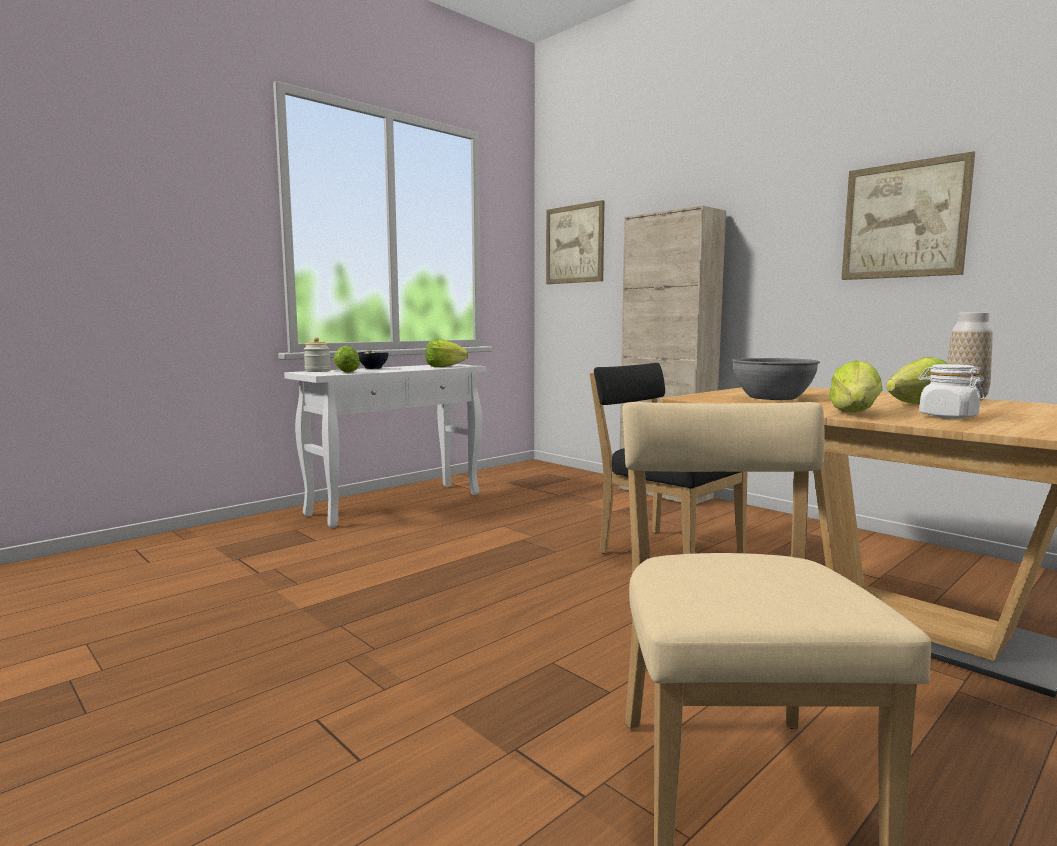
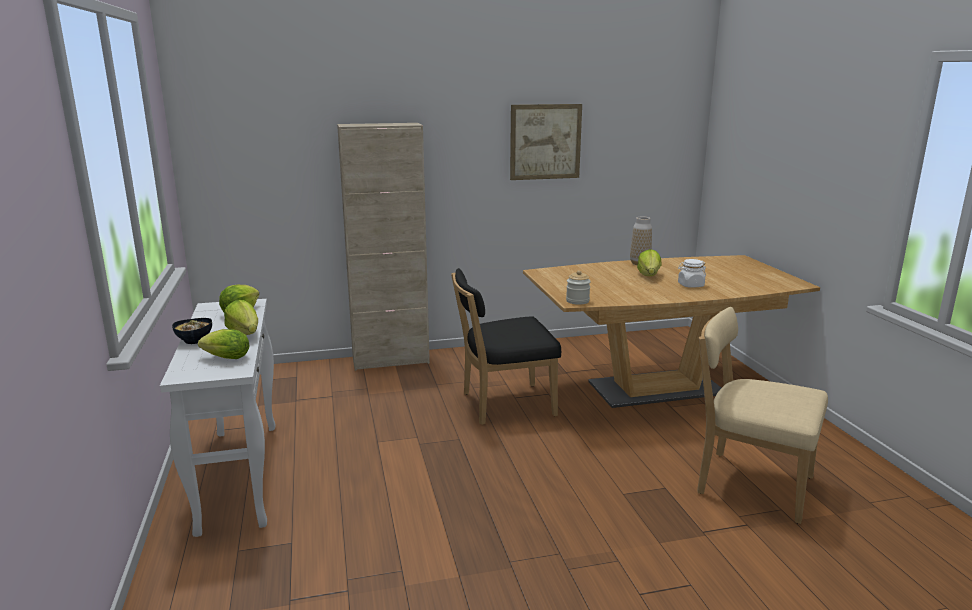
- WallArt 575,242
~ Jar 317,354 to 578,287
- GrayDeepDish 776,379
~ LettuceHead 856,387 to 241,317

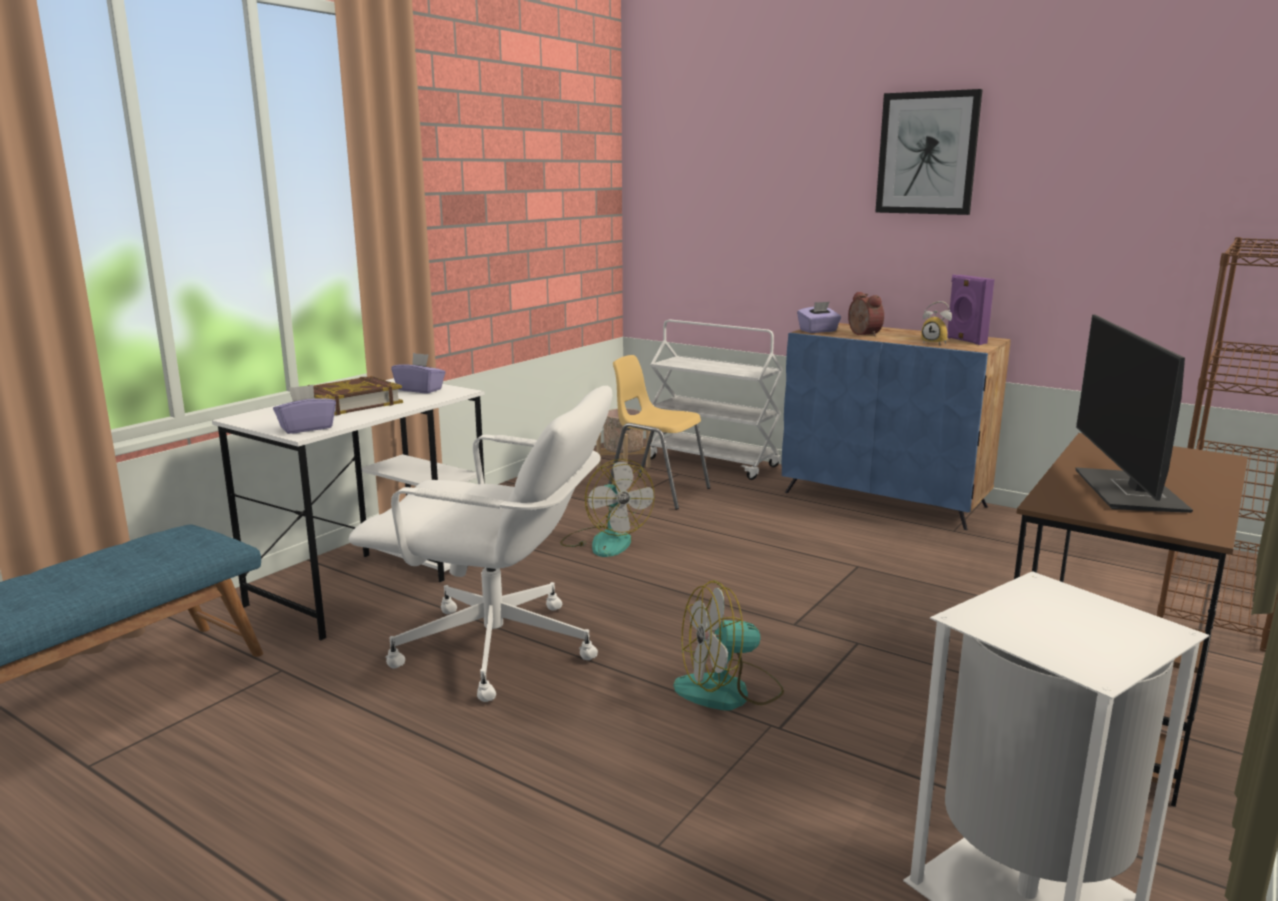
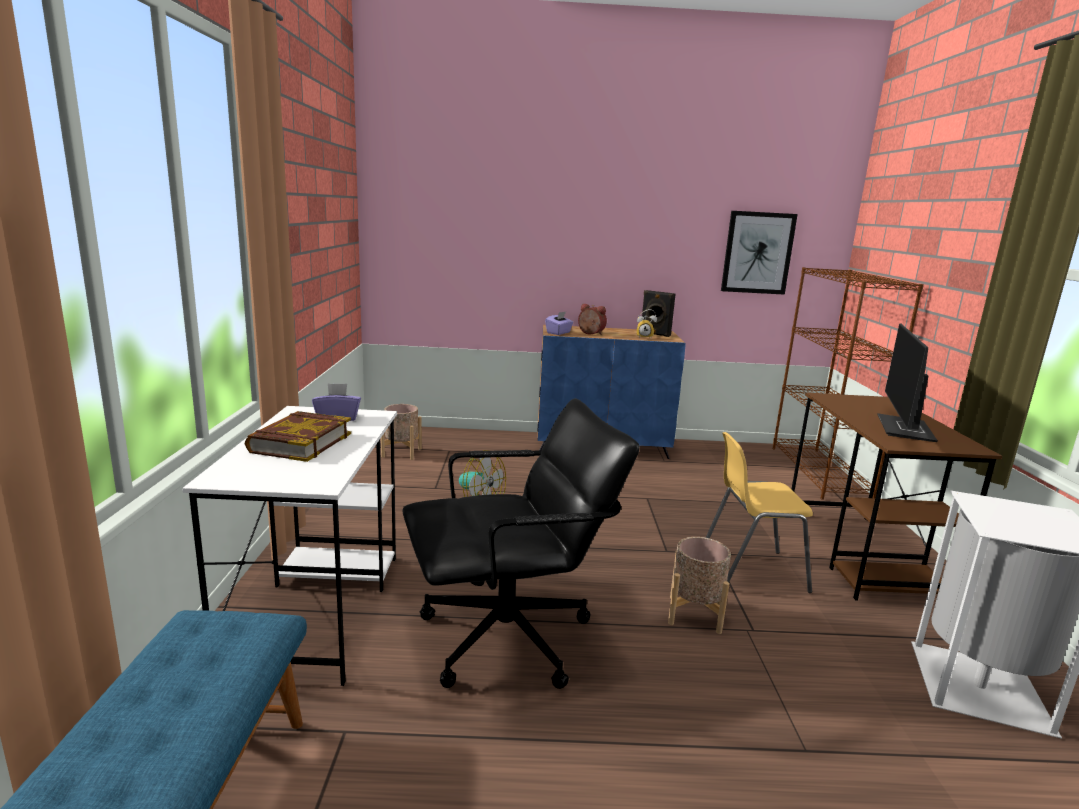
~ WallArt 929,152 to 759,253
~ PurpleColouredSpeaker 970,309 to BlackishSpeaker 659,313
~ ComputerDisplay 1134,414 = 908,382 45 degrees clockwise
- WhiteCart 716,400
~ YellowChair 659,432 to 759,512
- PurpleColouredTissueHolder 304,409
~ WhiteDeskChair 480,544 to BlackishDeskChair 521,543
~ CoolingFan 729,645 to BeigeColouredFlowerPot 699,585

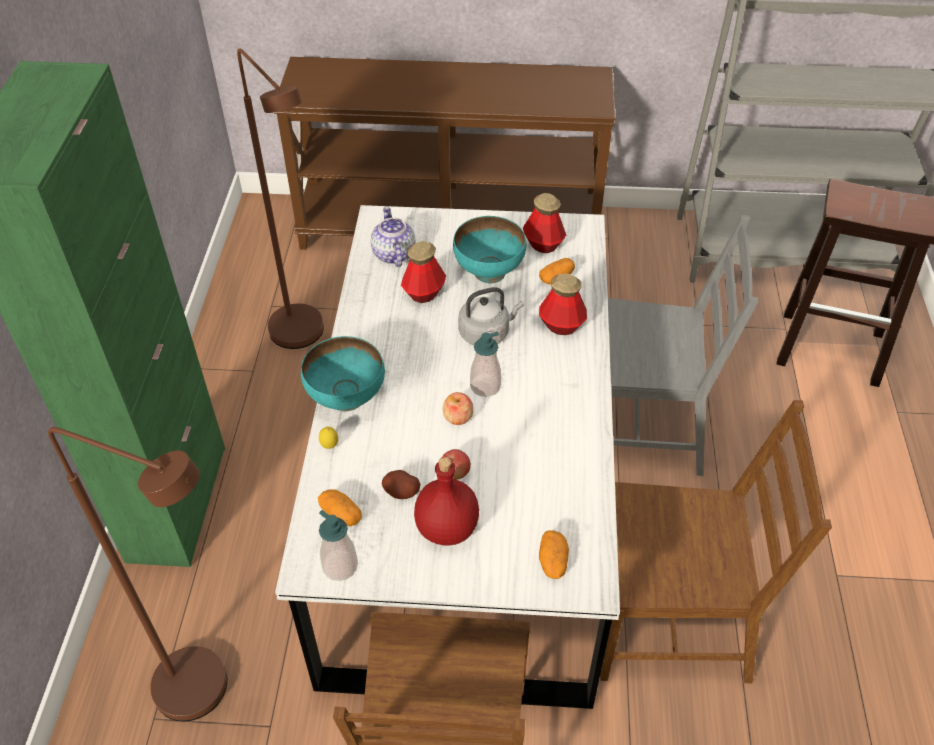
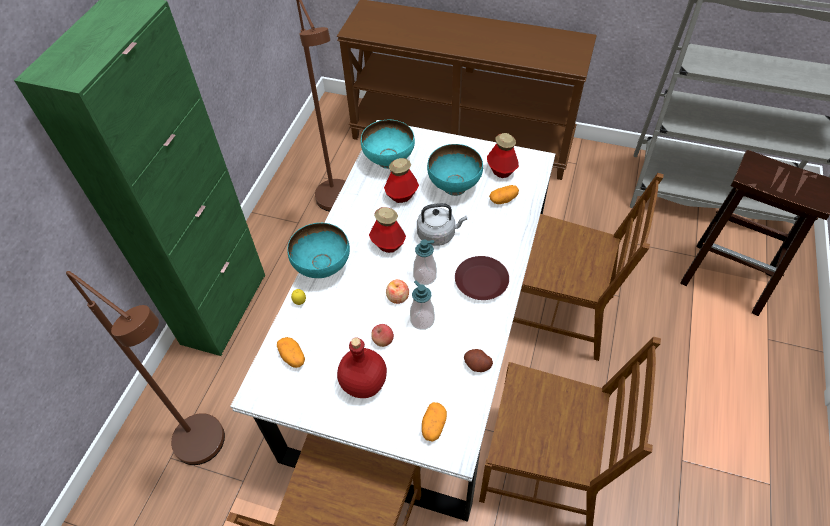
~ PotForTea 393,236 to TurquoiseColouredDeepDish 388,144
~ GrayChair 683,345 to BrownColouredChair 588,267
~ DrinkBottle 563,304 to 387,230
~ Potato 401,484 to 478,360
~ LiquidSoapBottle 338,545 to 422,305
+ BrownColouredPlate 482,278

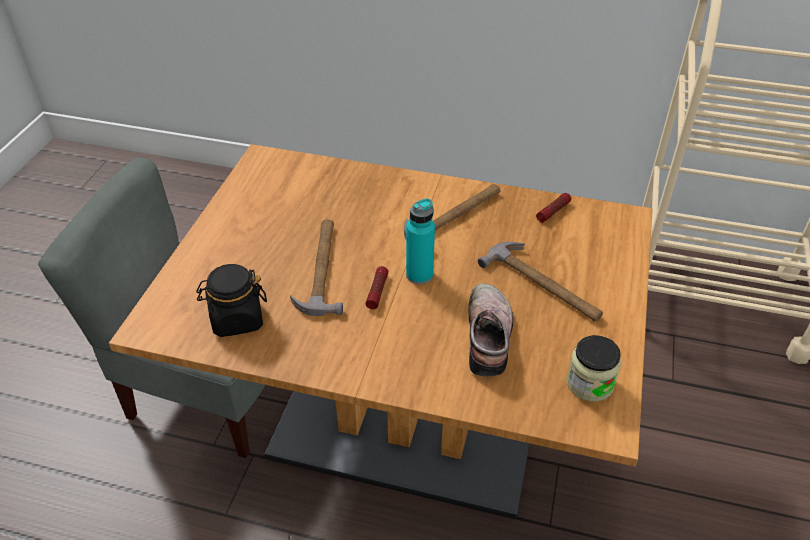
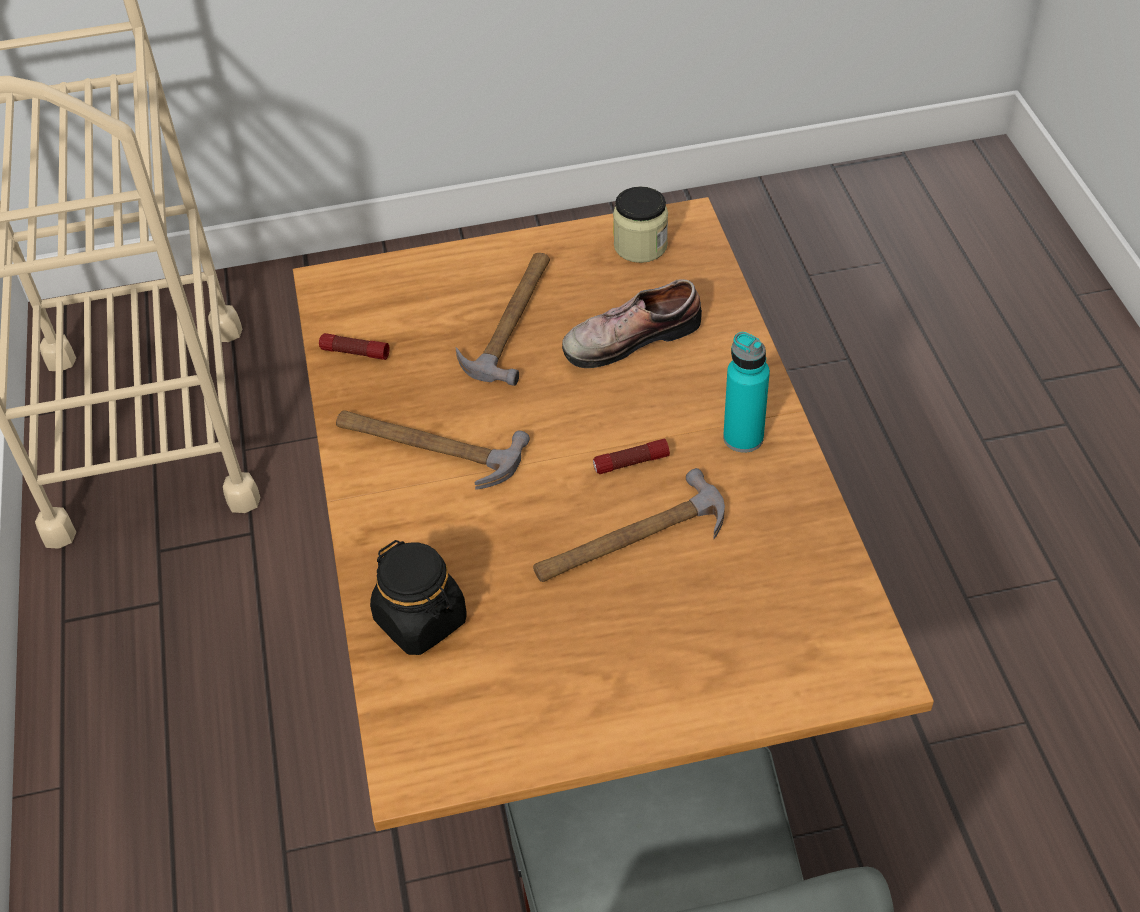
~ TurquoiseColouredDrinkBottle 420,241 to 746,392
~ BlackishJar 231,300 to 418,597

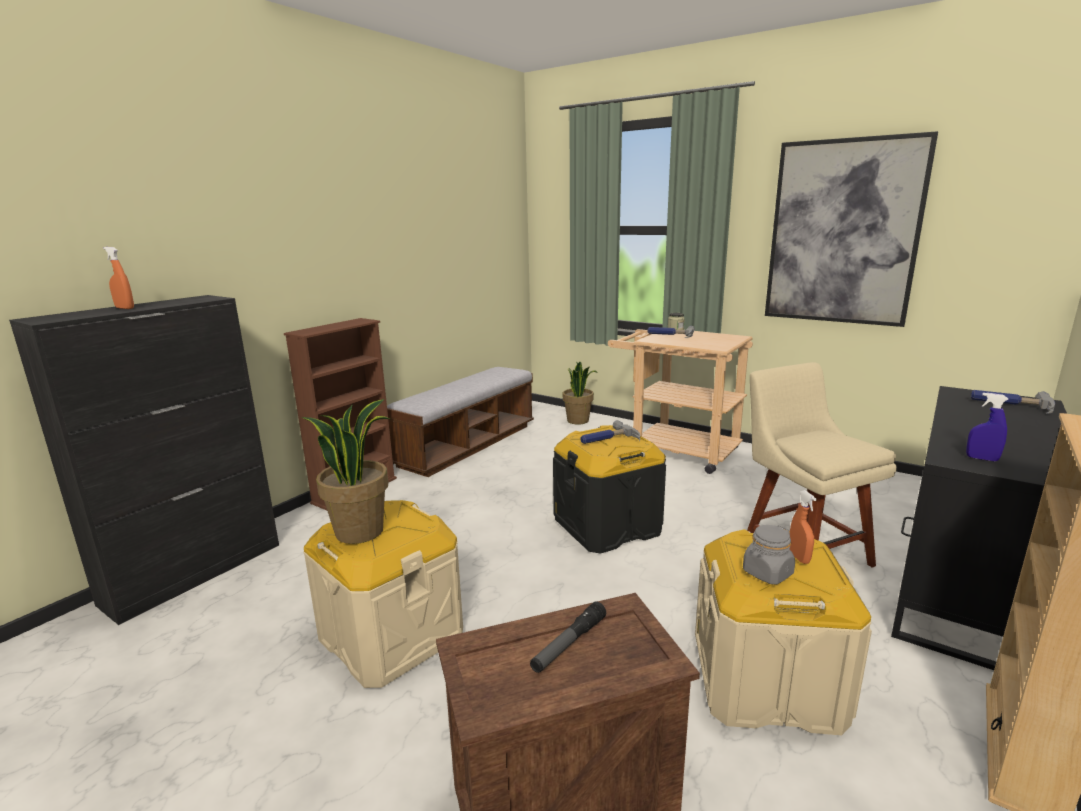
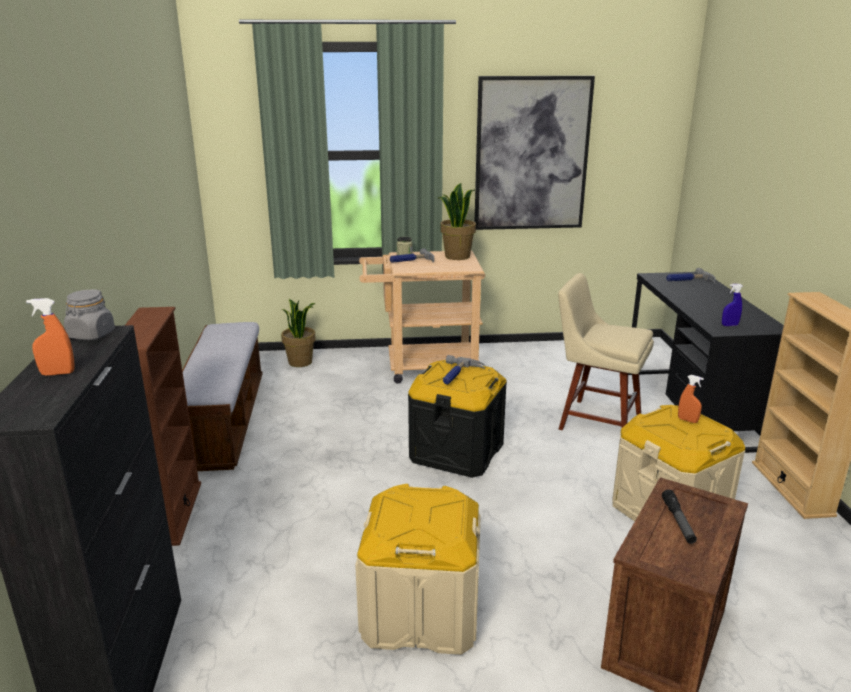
~ Houseplant 346,471 to 457,221
~ GrayJar 769,555 to 89,314

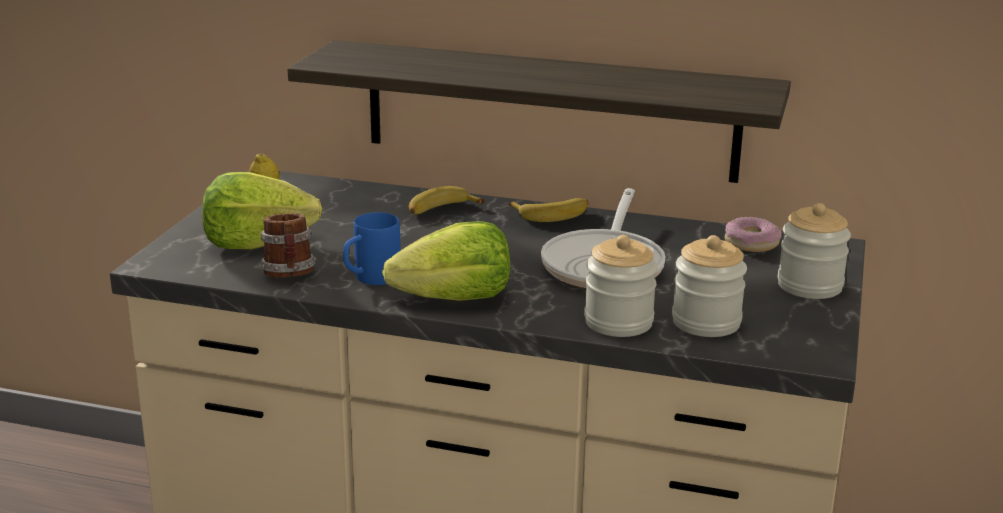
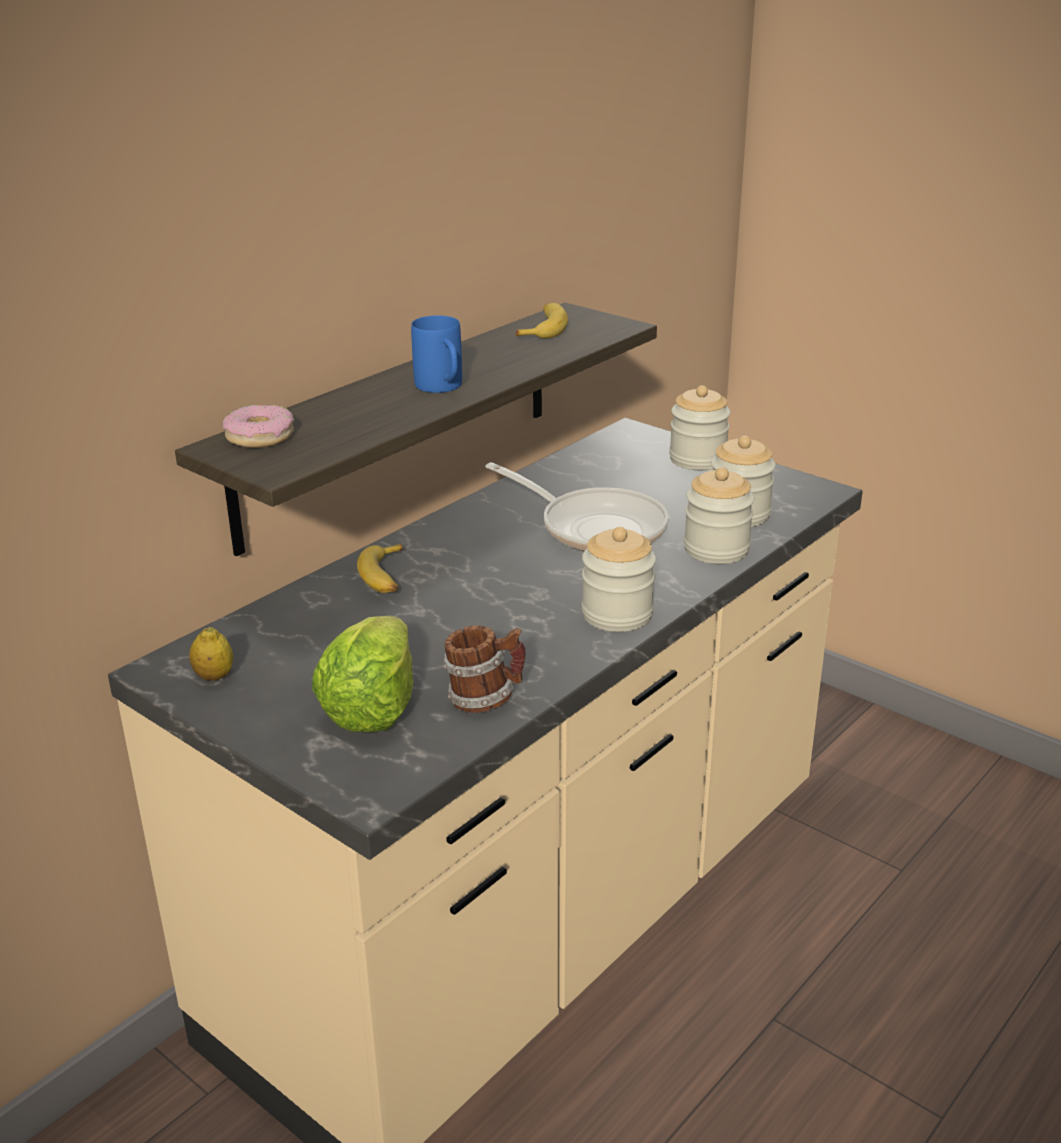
~ BananaFruit 548,210 to 541,321
~ BluishCoffeeMug 372,248 to 436,354
~ RingDoughnut 753,234 to 258,426
~ LettuceHead 446,261 to Jar 619,579

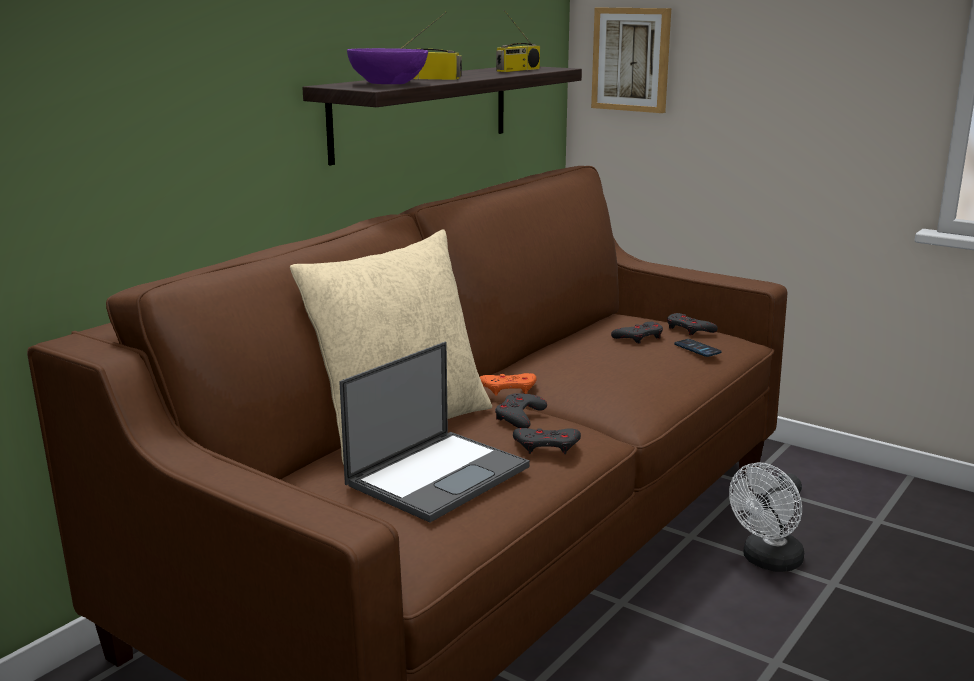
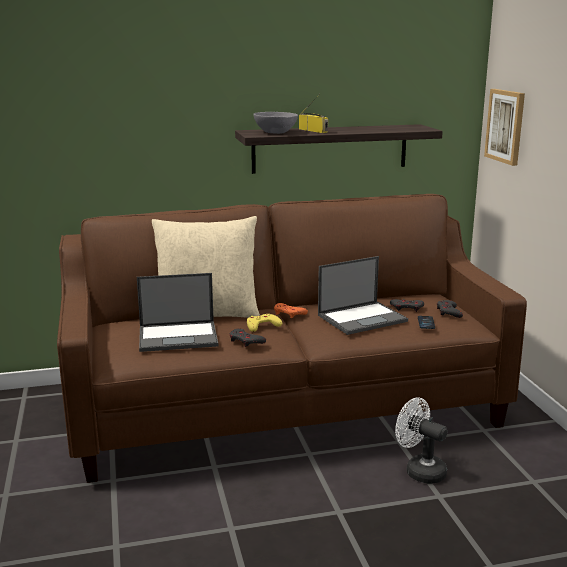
- RadioSet 518,41
~ PurpleColouredDeepDish 387,66 to GrayDeepDish 275,123
~ GrayGamepad 521,410 to YellowGamepad 264,323
~ WhiteCoolingFan 766,517 = 421,440 45 degrees clockwise
+ NotebookComputer 363,295

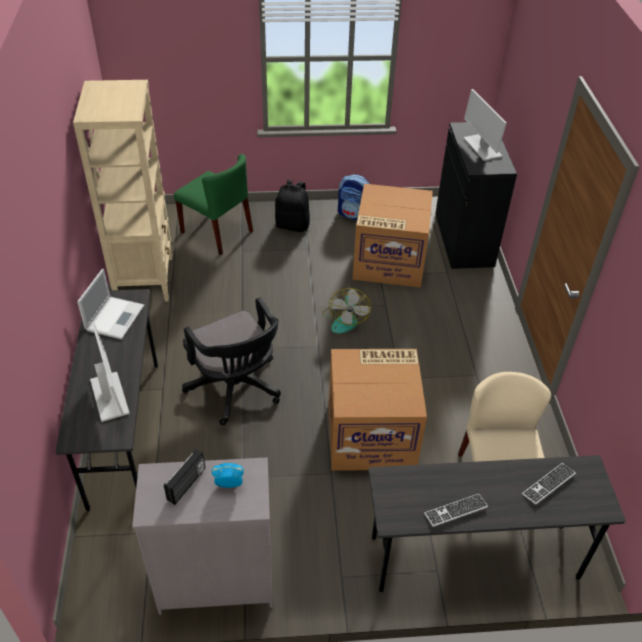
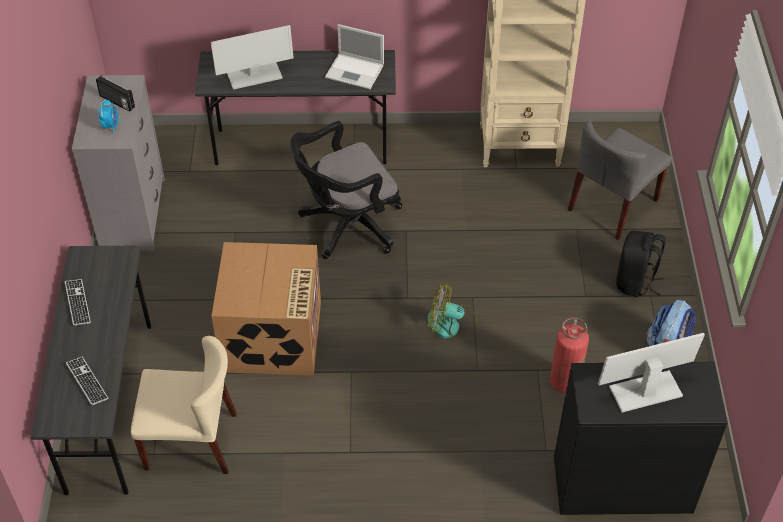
~ GreenishChair 213,204 to GrayChair 620,180
~ Carton 392,236 to FireExtinguisher 569,355

